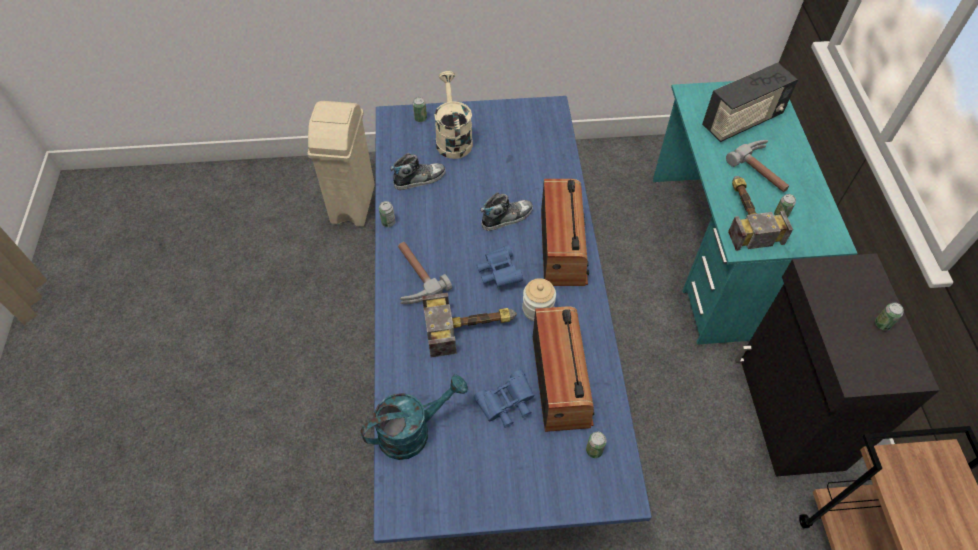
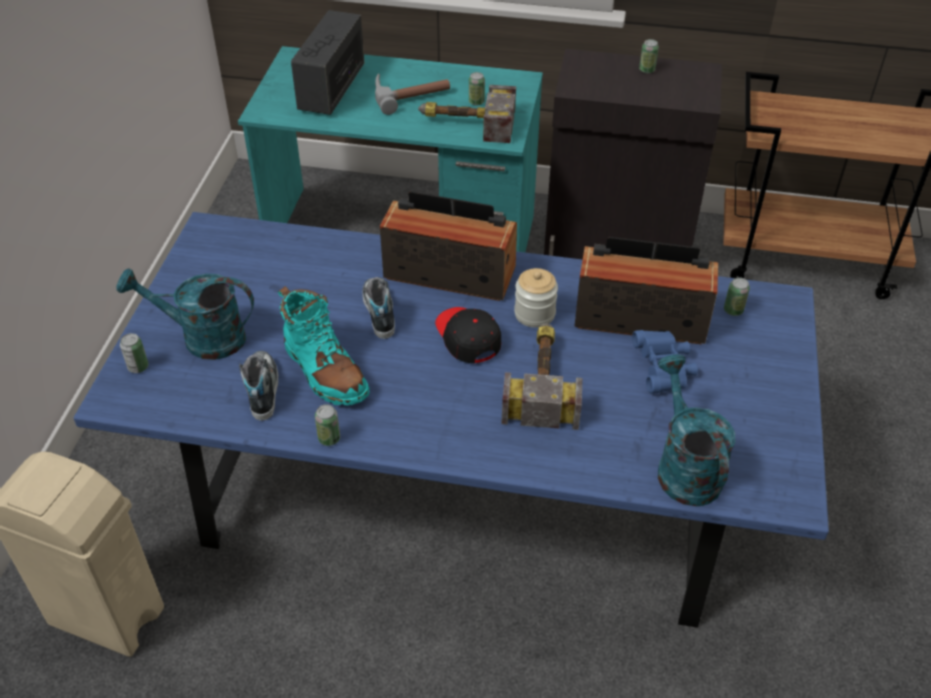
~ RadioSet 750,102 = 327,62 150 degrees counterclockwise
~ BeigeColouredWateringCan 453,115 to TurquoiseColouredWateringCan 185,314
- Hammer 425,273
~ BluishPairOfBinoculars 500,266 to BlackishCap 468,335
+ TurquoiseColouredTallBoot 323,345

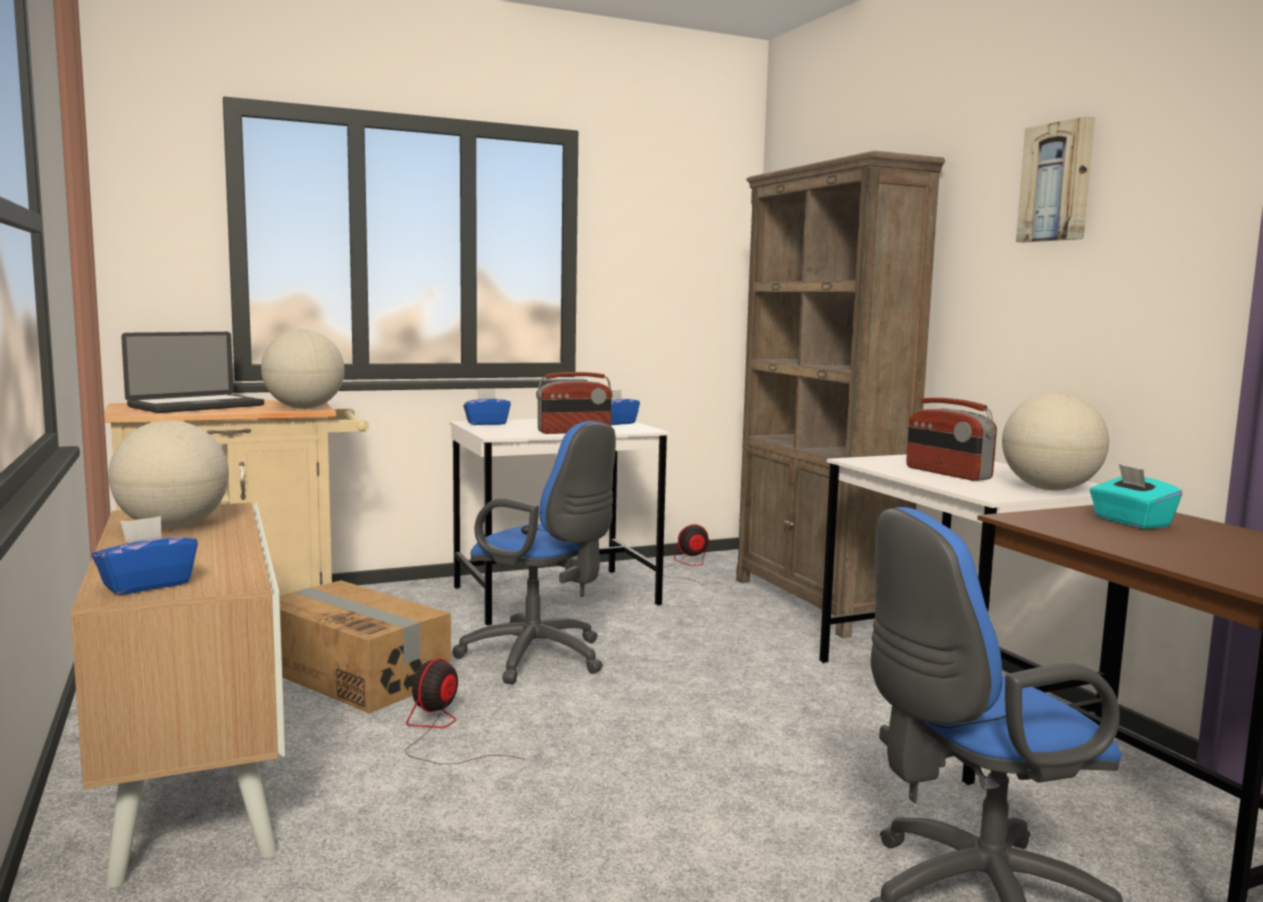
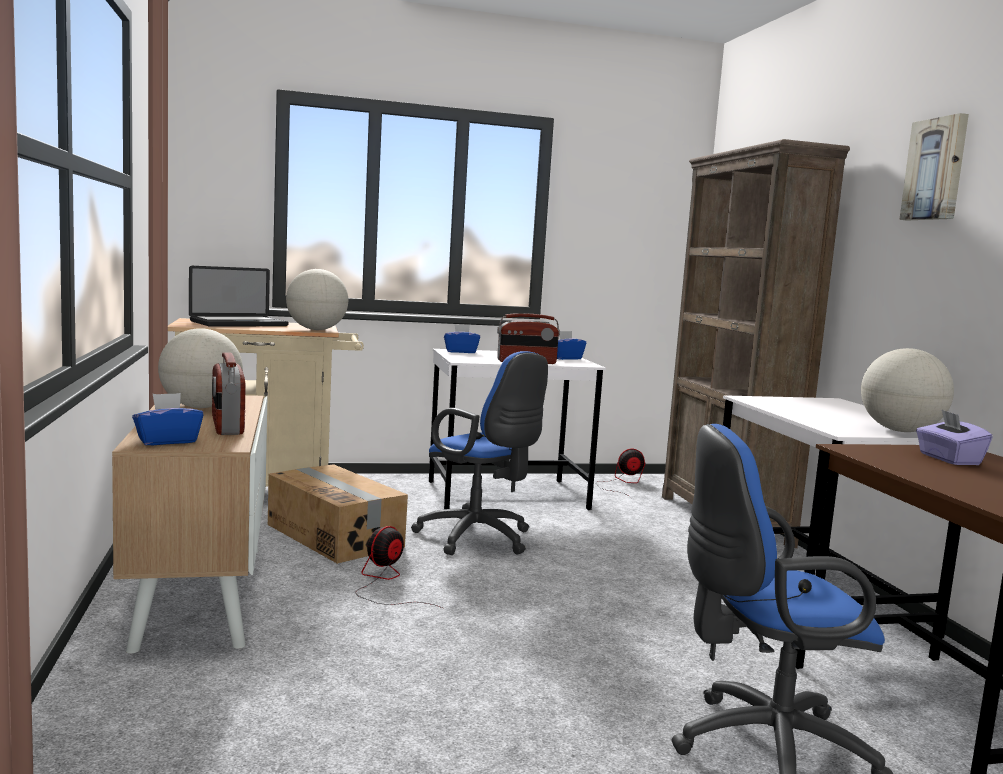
~ RadioSet 951,439 to 229,393
~ TurquoiseColouredTissueHolder 1135,496 to PurpleColouredTissueHolder 954,437

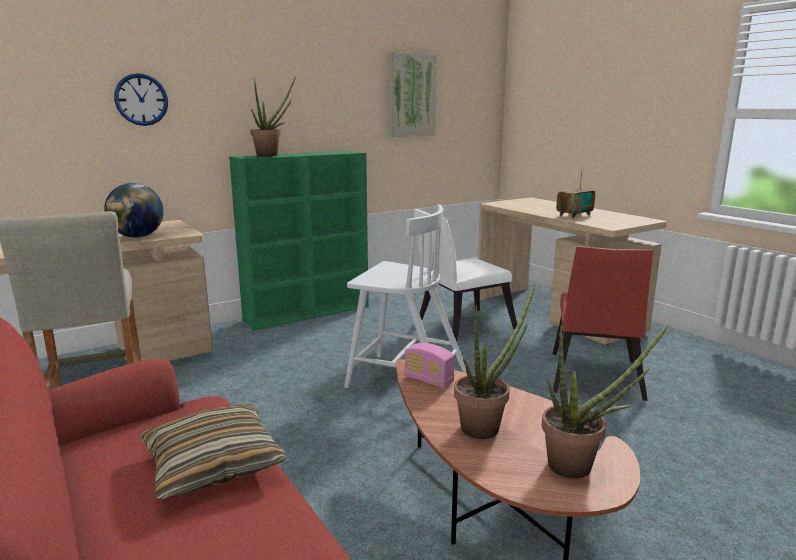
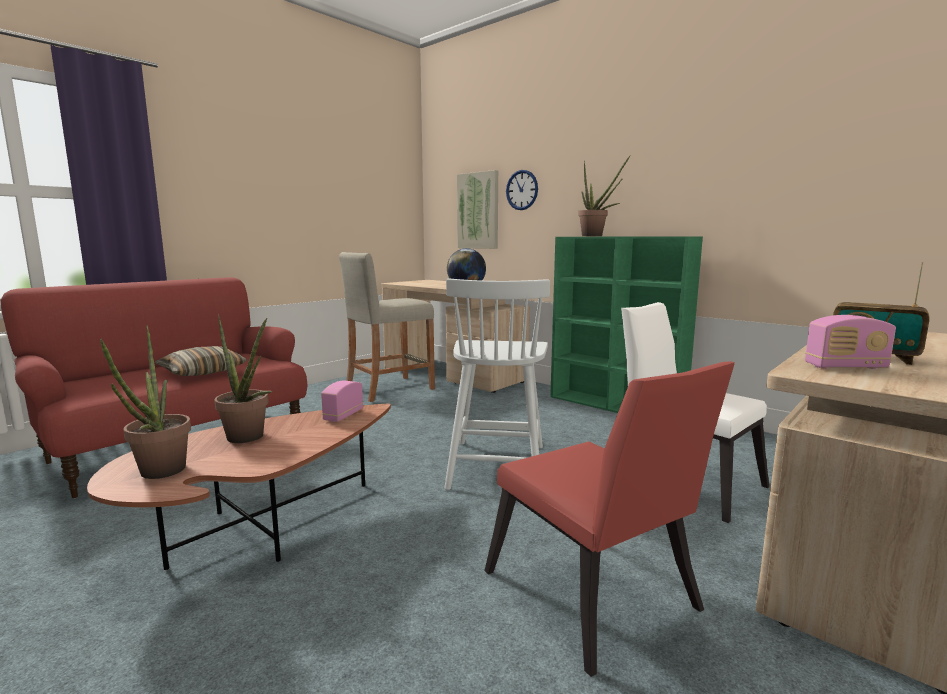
~ WallArt 413,94 to 477,209
~ RedColouredChair 602,323 = 609,519 120 degrees counterclockwise
+ RadioSet 850,342

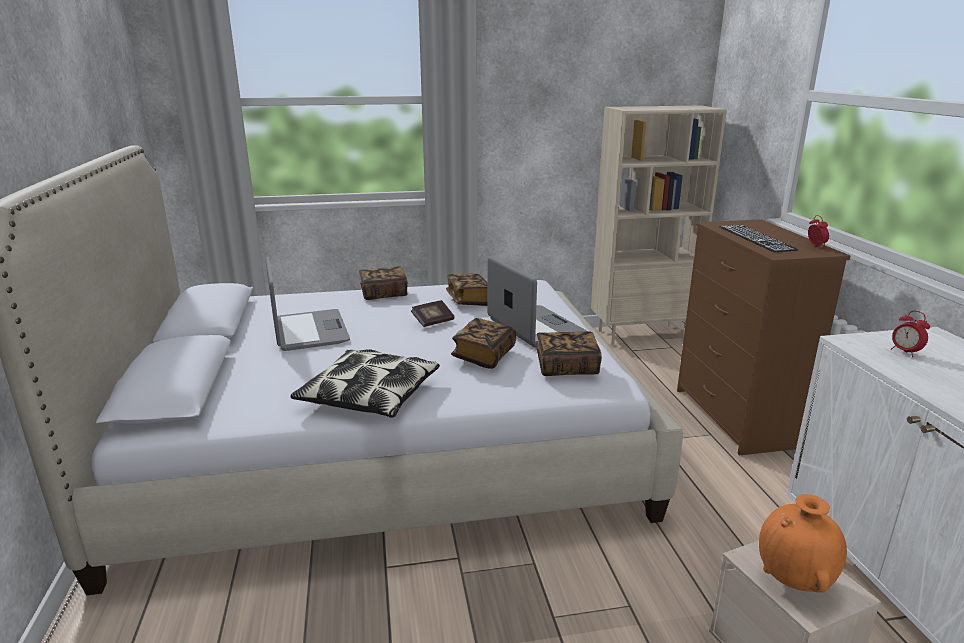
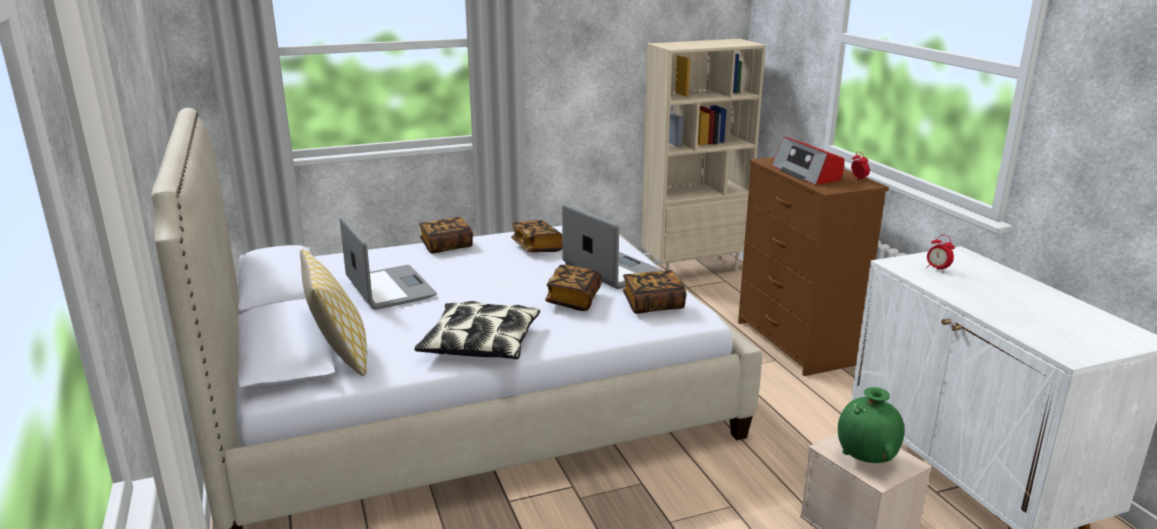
~ Keyboard 759,238 to RadioSet 808,161
- BoundBook 433,313
~ OrangeVase 803,543 to GreenishVase 871,425
+ Cushion 333,312

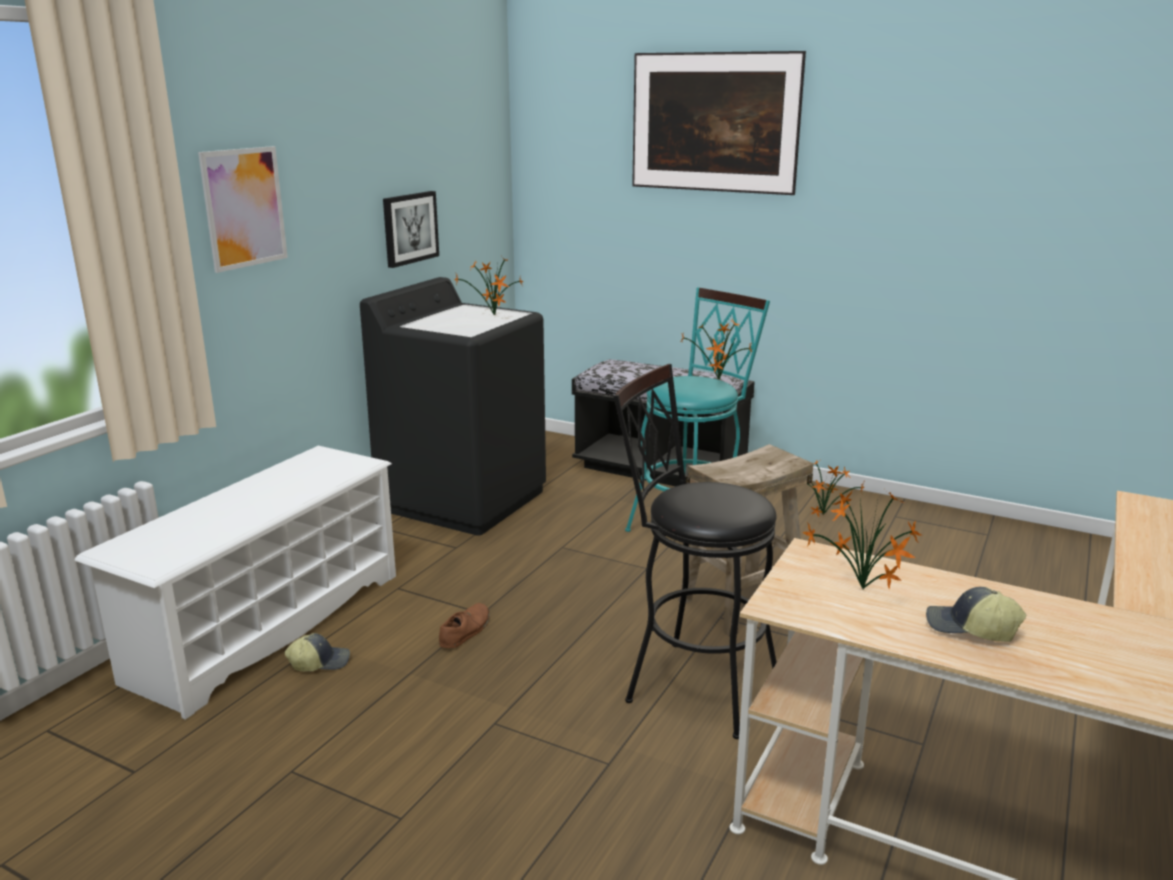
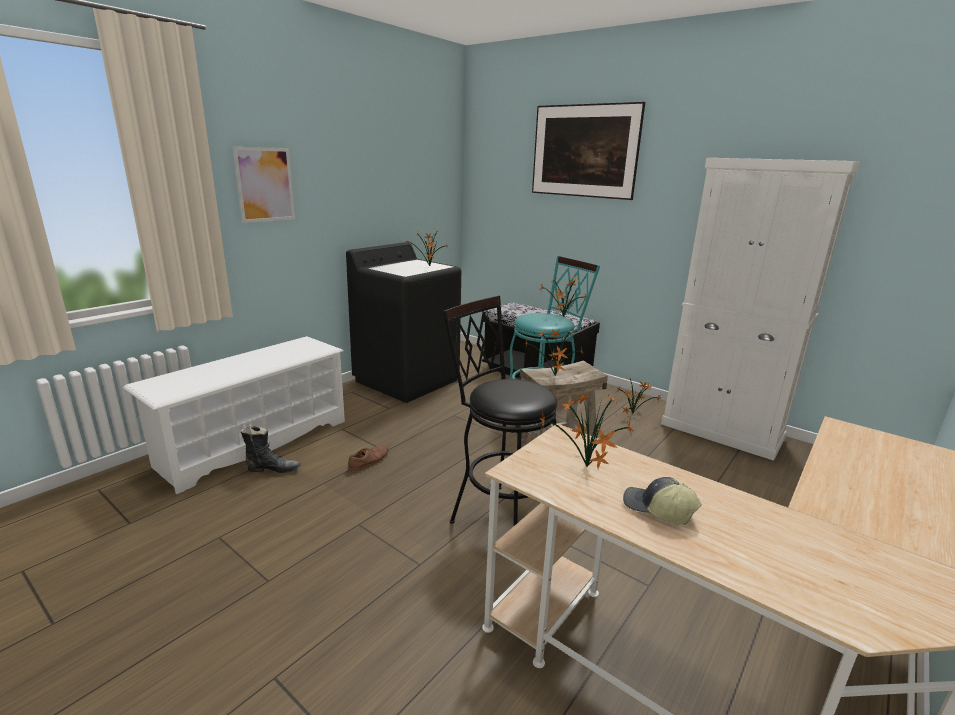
- WallArt 411,229
~ Cap 317,652 to BlackishTallBoot 270,449
+ WhiteCabinet 760,309
+ Houseplant 554,352

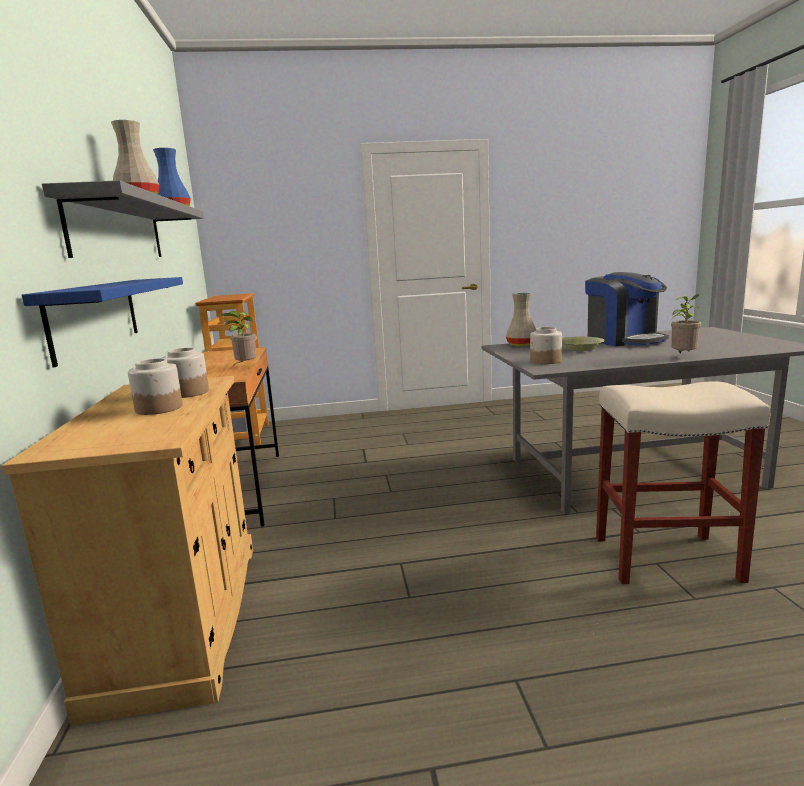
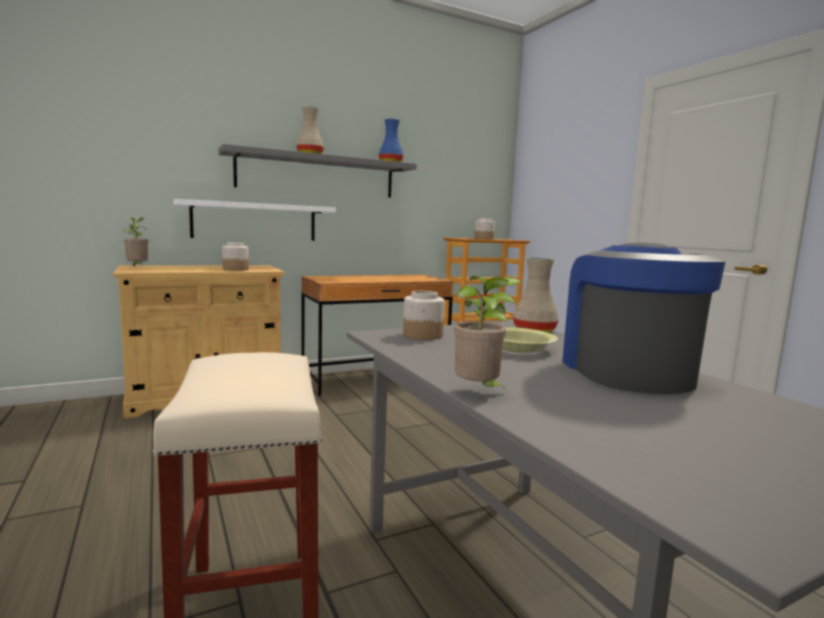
~ CoffeeMaker 627,309 = 644,318 135 degrees clockwise
~ BluishWallShelf 102,322 to WhiteWallShelf 255,220
~ Houseplant 239,339 to 136,242
~ Jar 155,386 to 485,229

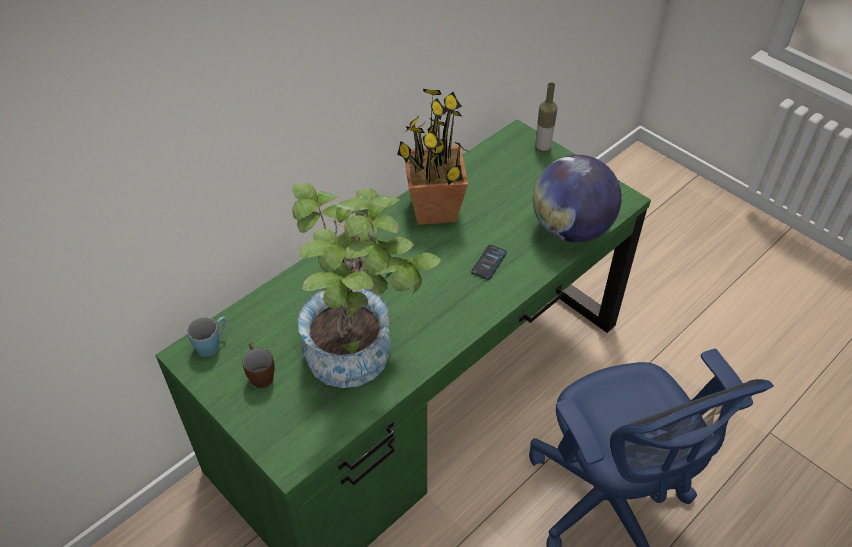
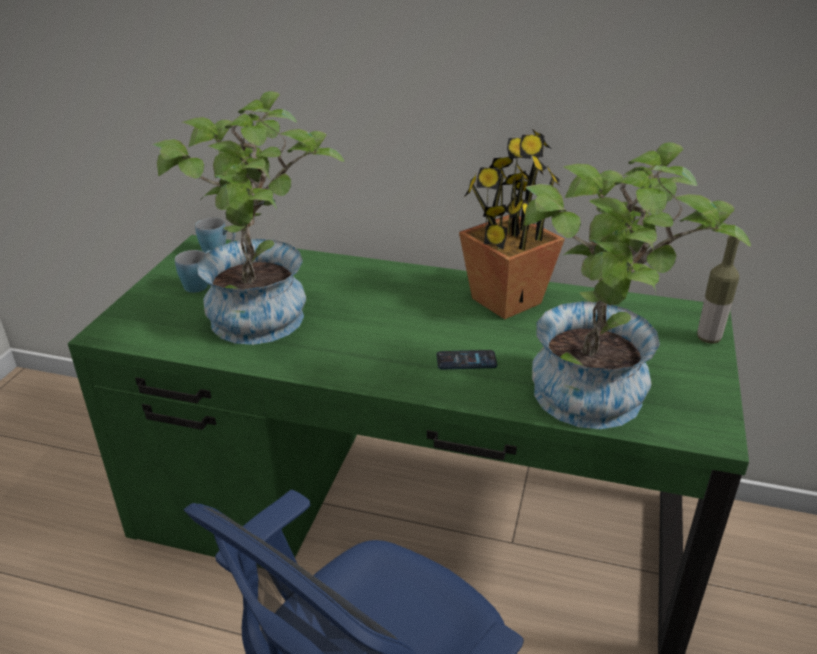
~ DeskGlobe 577,198 to Houseplant 638,285
~ BrownColouredCoffeeMug 258,365 to BluishCoffeeMug 192,271

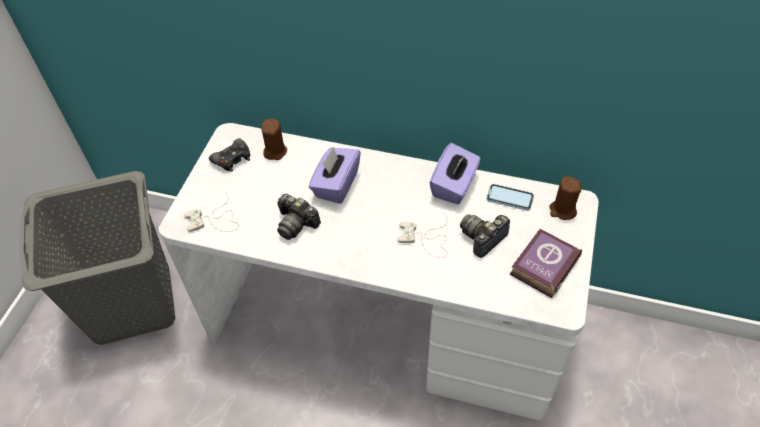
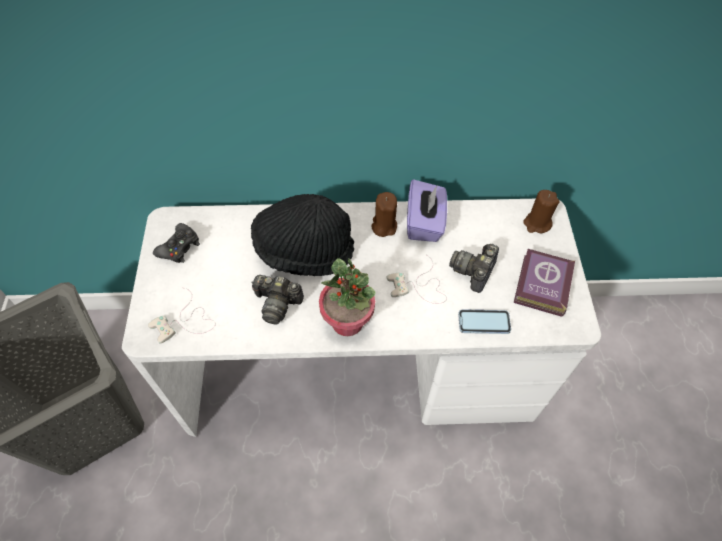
~ BrownColouredCandle 274,139 to 384,214
~ PurpleColouredTissueHolder 335,175 to BlackishWearableHat 302,235
~ Phone 510,197 to 484,321
+ Houseplant 347,297

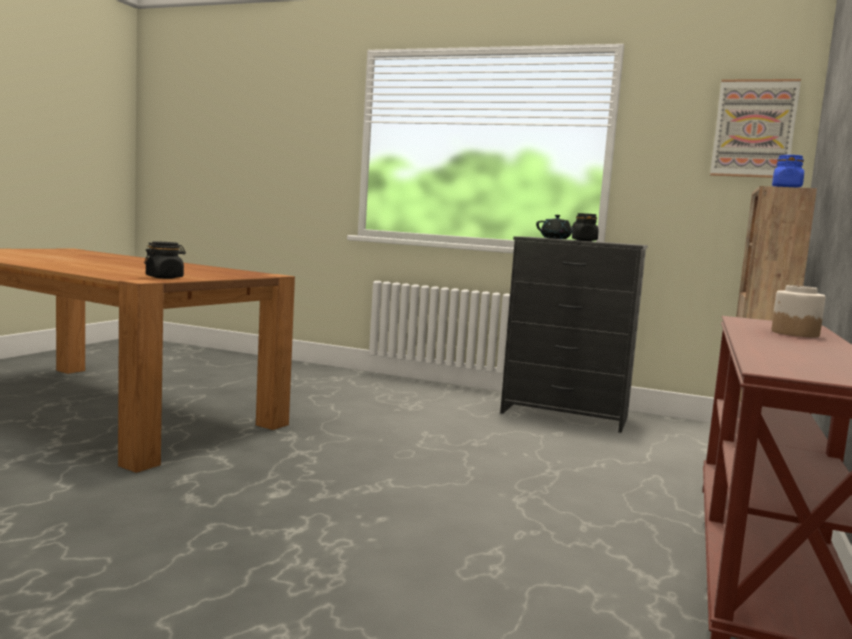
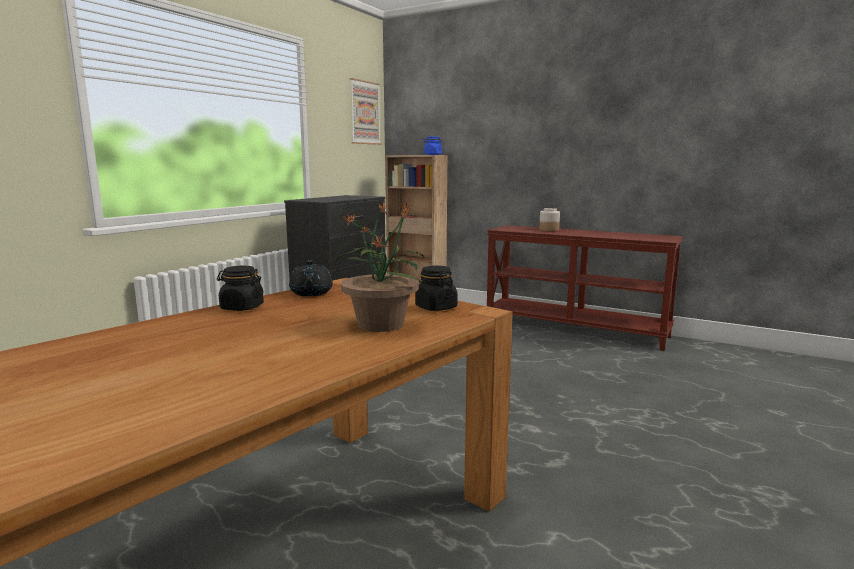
~ BlackishJar 585,227 to 240,288
~ BlackishPotForTea 556,227 to 311,278
+ Houseplant 379,267

